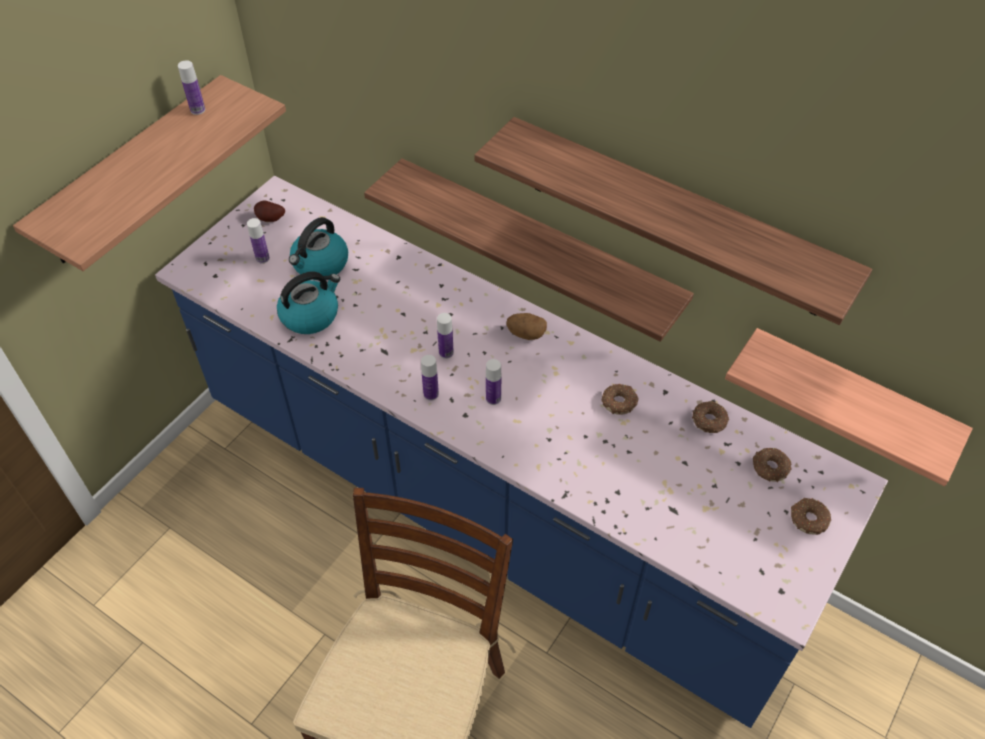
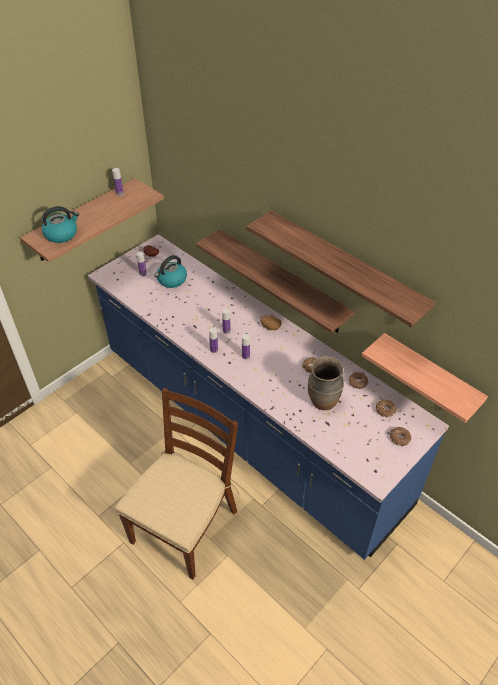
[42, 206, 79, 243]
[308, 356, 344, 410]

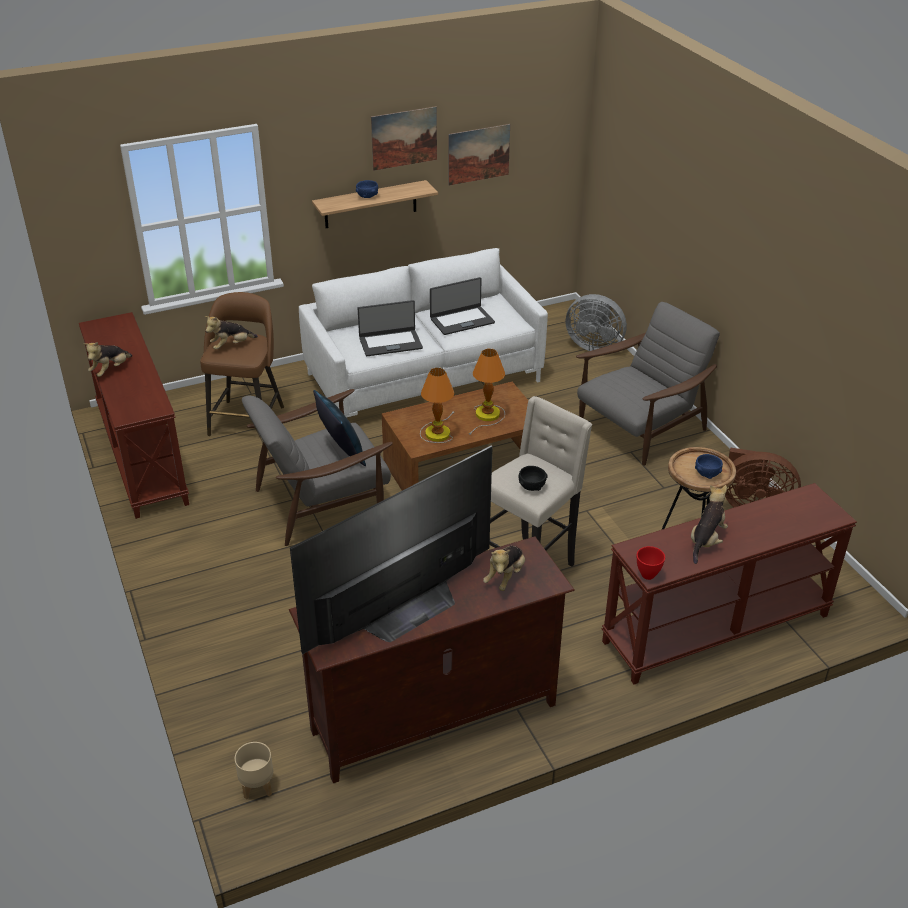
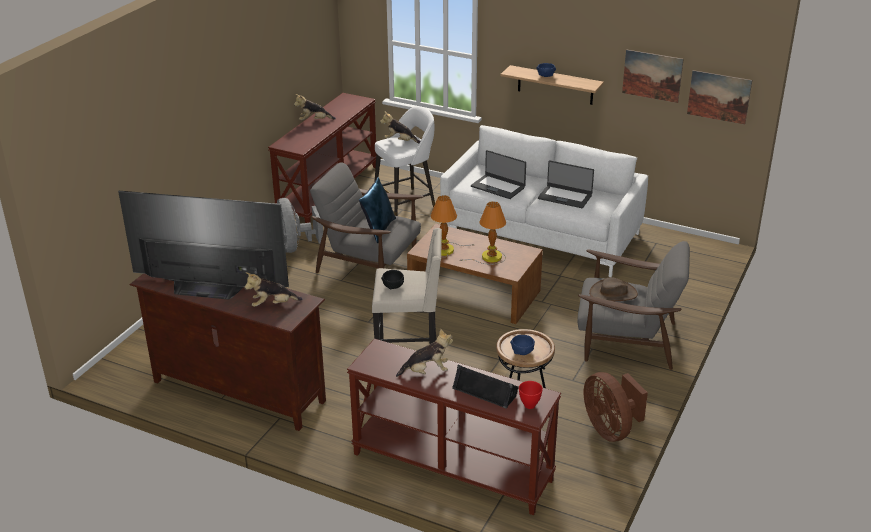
[277, 198, 323, 253]
[375, 106, 435, 216]
[452, 365, 519, 409]
[519, 381, 543, 409]
[589, 277, 638, 301]
[687, 70, 752, 125]
[235, 742, 273, 799] (first image)

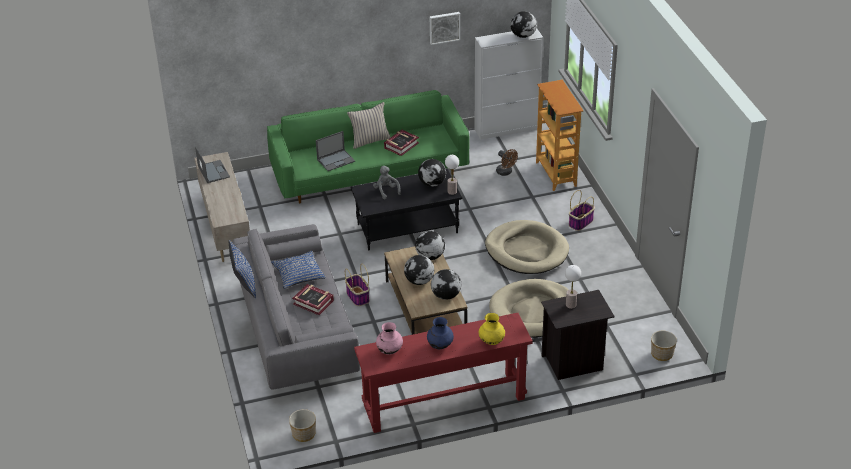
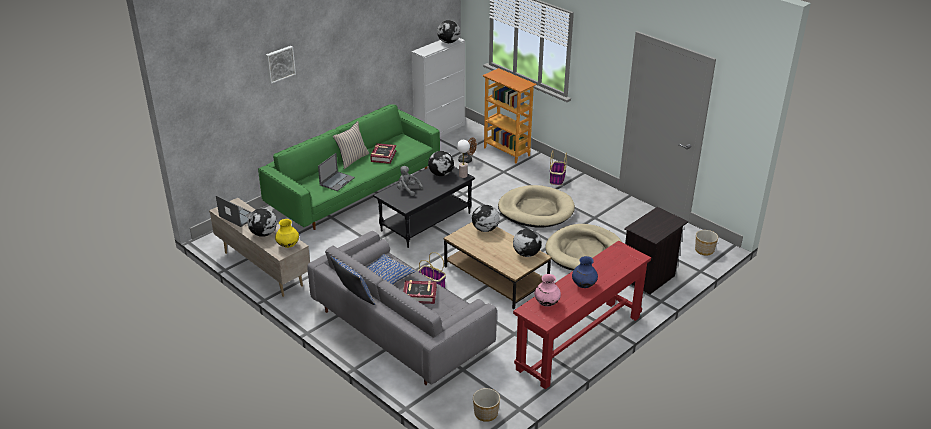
[248, 208, 277, 237]
[266, 46, 296, 84]
[275, 219, 299, 248]
[565, 265, 581, 309] (first image)

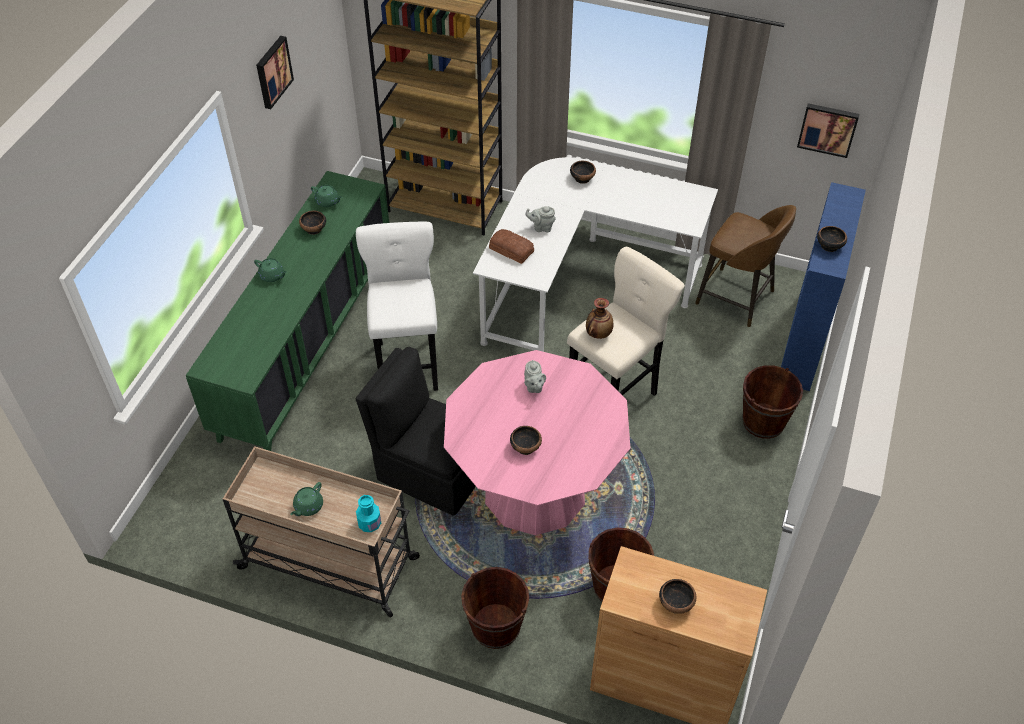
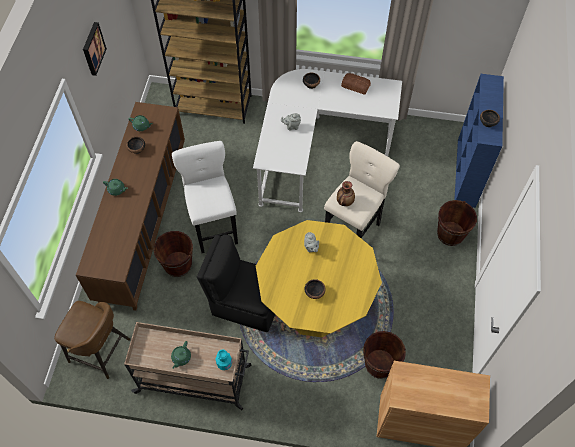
[54, 301, 130, 379]
[76, 102, 185, 310]
[153, 231, 193, 277]
[256, 220, 382, 337]
[341, 73, 371, 95]
[659, 579, 696, 614] (first image)
[797, 103, 859, 158] (first image)

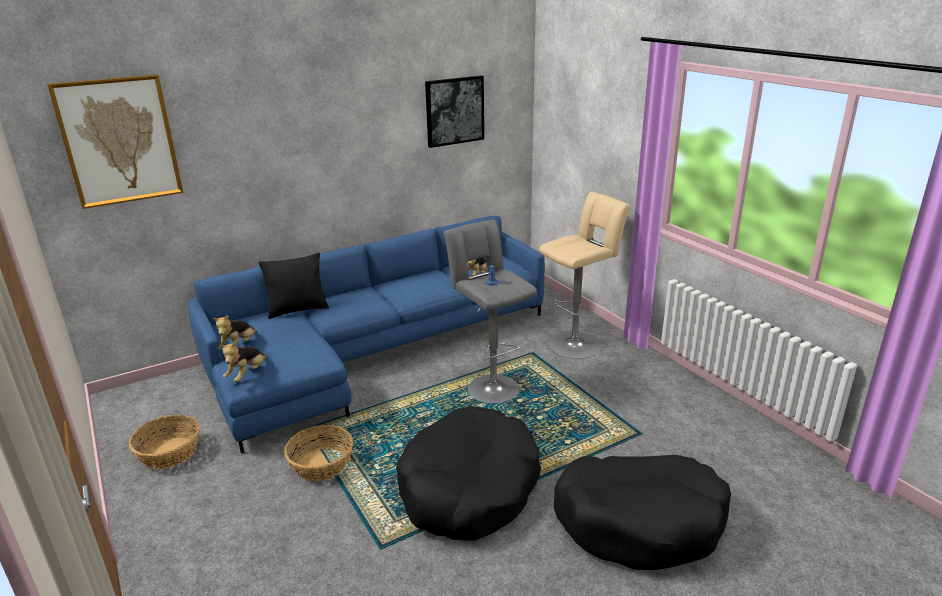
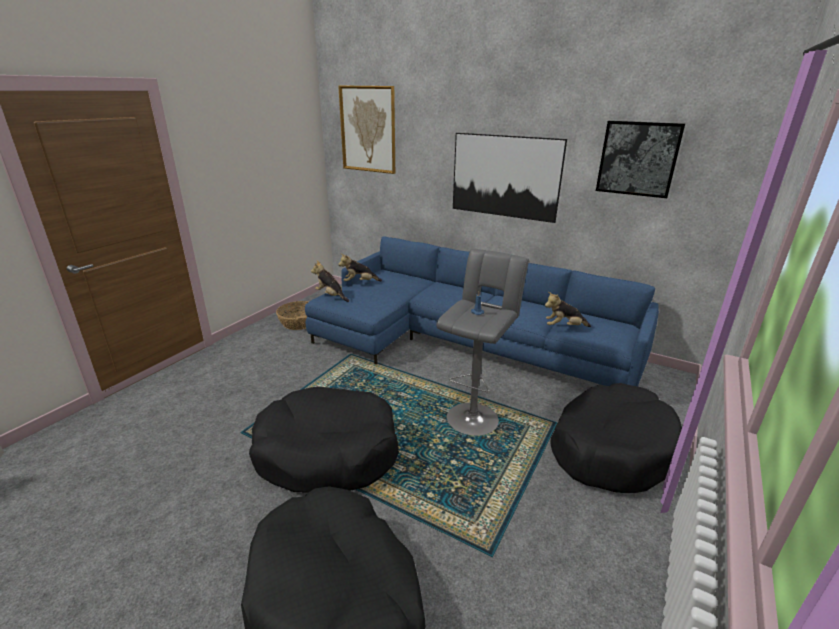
[311, 261, 349, 302]
[453, 133, 567, 223]
[550, 383, 682, 493]
[259, 252, 329, 319] (first image)
[284, 425, 353, 482] (first image)

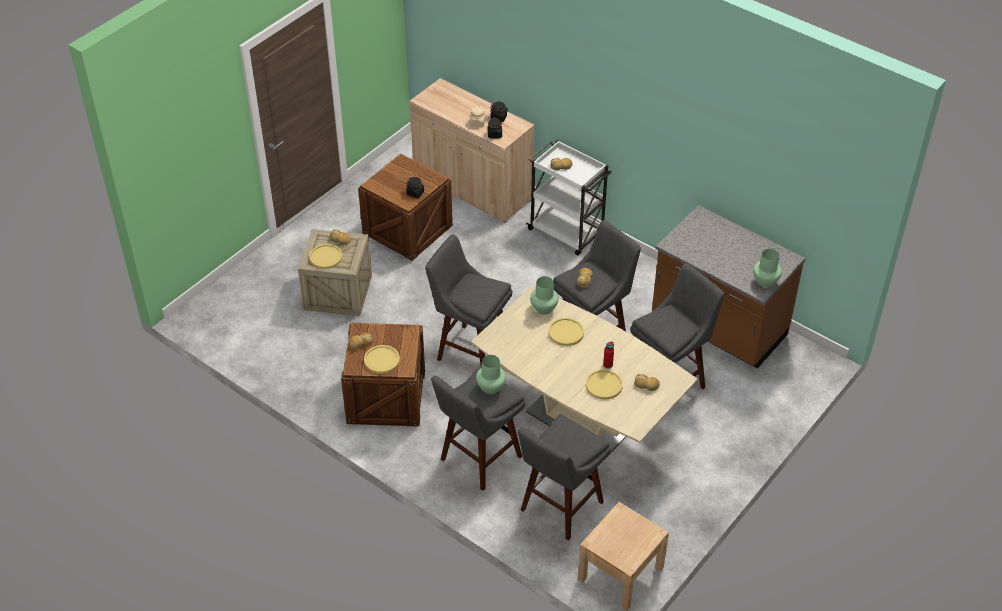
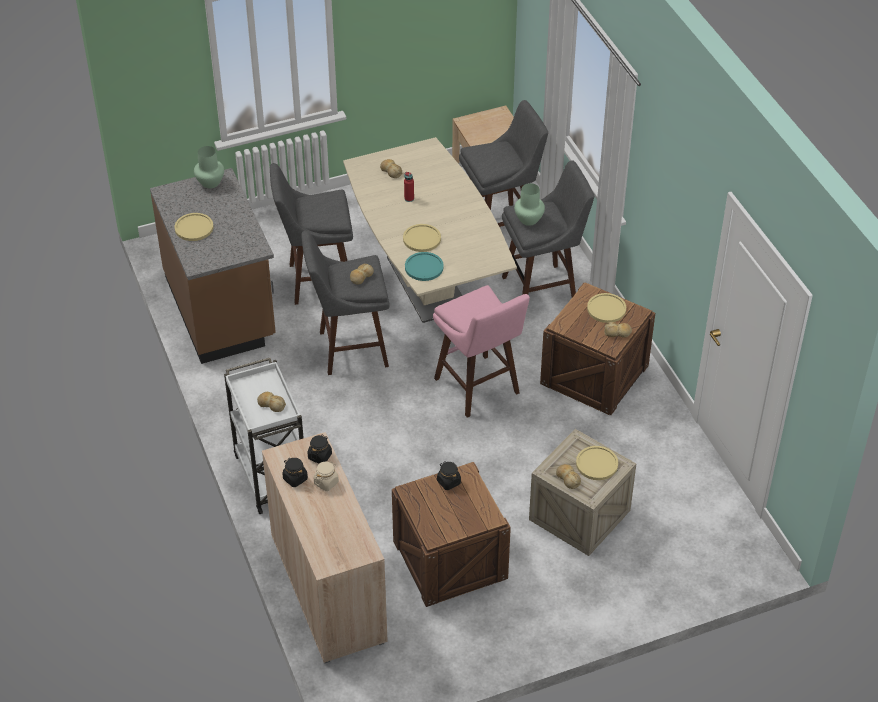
[175, 213, 213, 241]
[405, 252, 444, 281]
[433, 285, 530, 418]

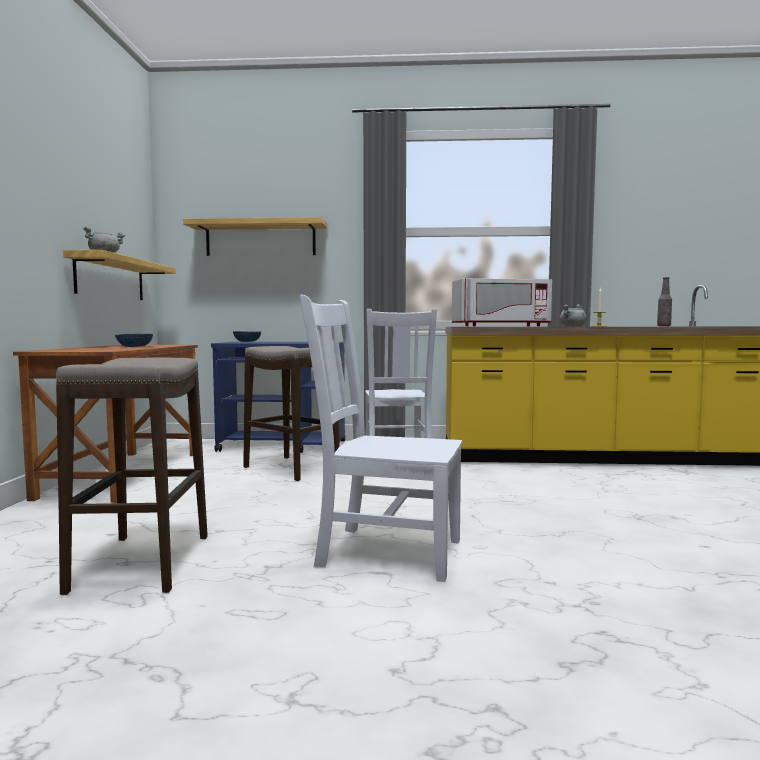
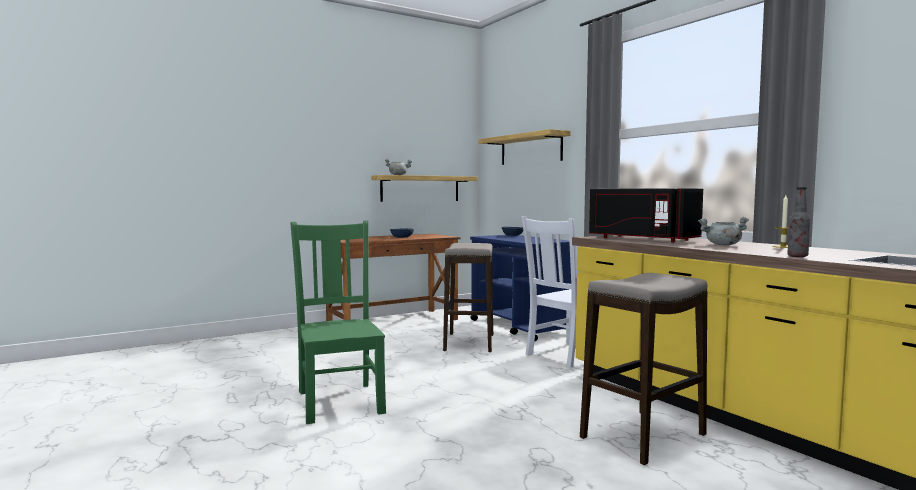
[290, 220, 386, 424]
[580, 273, 707, 465]
[589, 188, 703, 243]

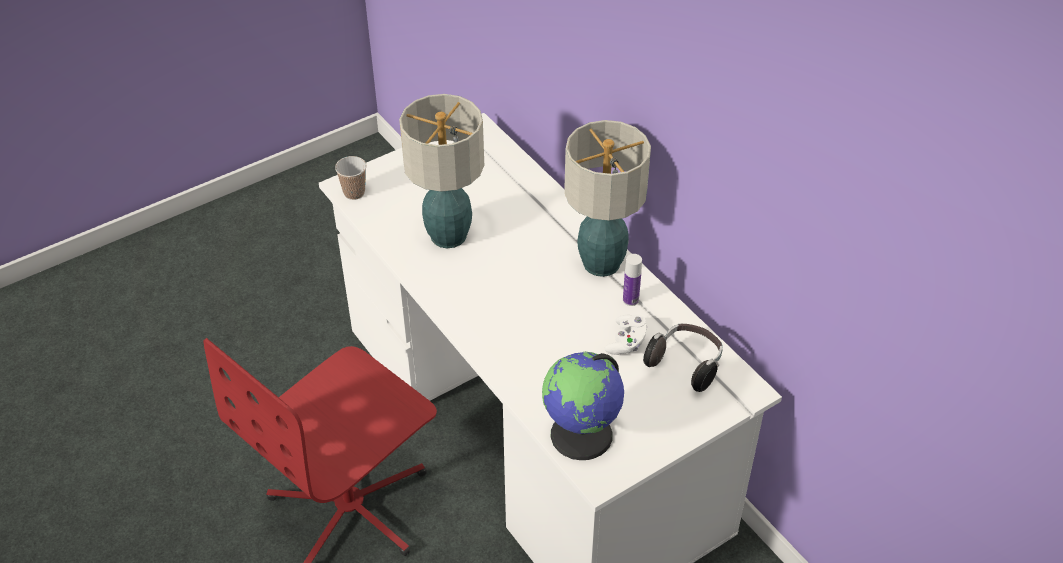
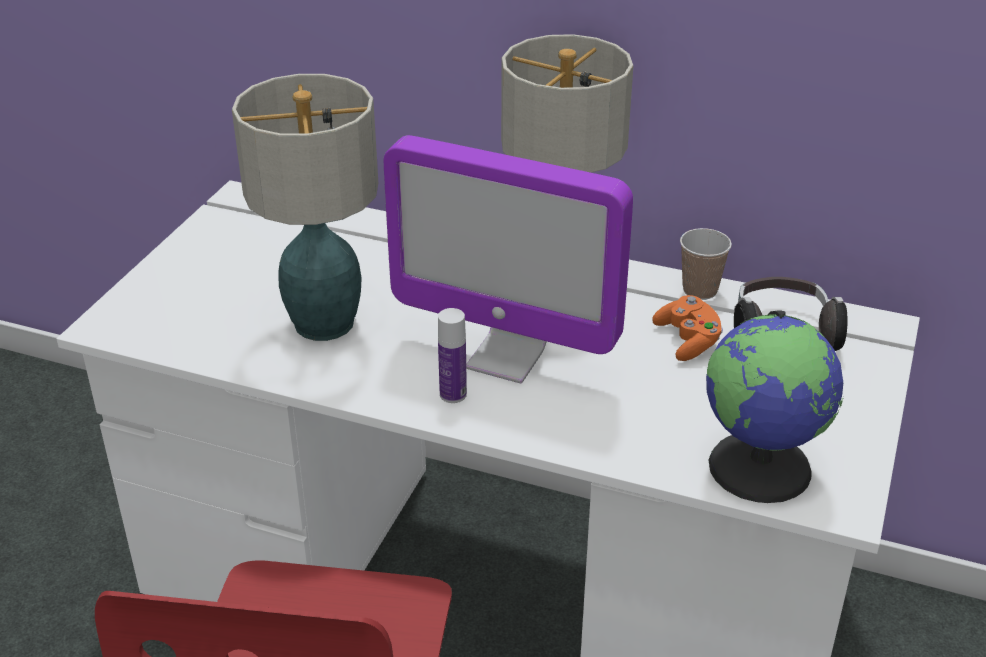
[384, 135, 633, 383]
[438, 308, 467, 403]
[652, 295, 723, 361]
[680, 228, 732, 300]

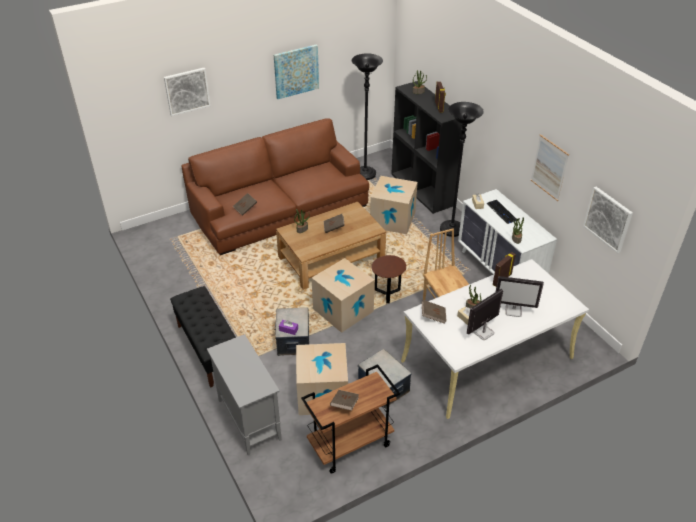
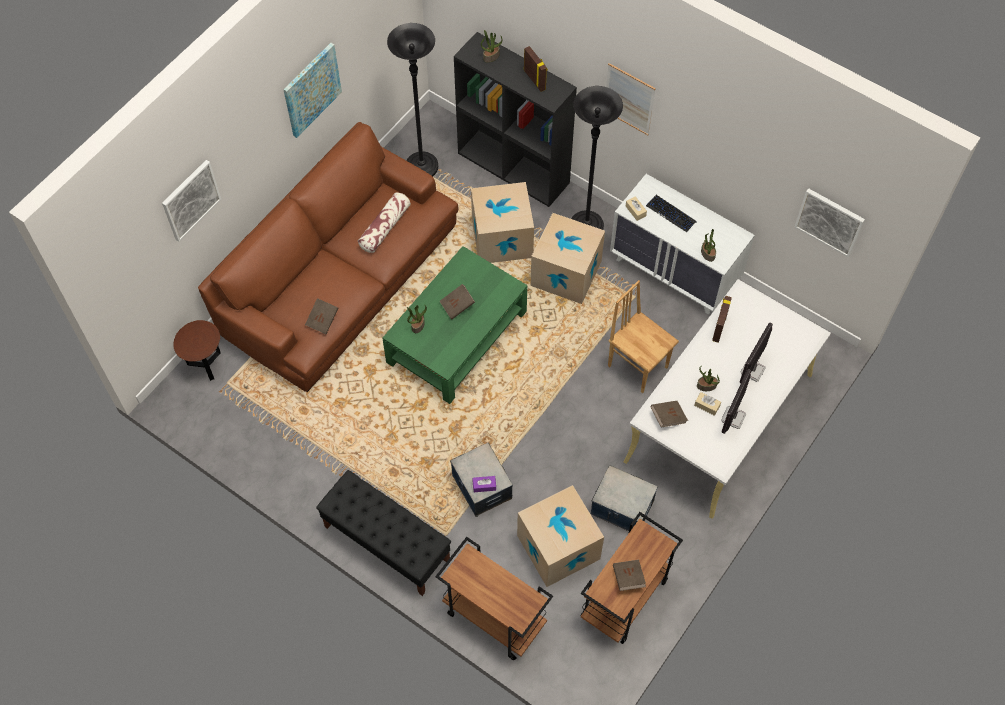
[173, 320, 221, 381]
[358, 192, 411, 253]
[382, 246, 527, 404]
[435, 537, 553, 660]
[530, 213, 605, 304]
[606, 63, 656, 135]
[740, 323, 773, 384]

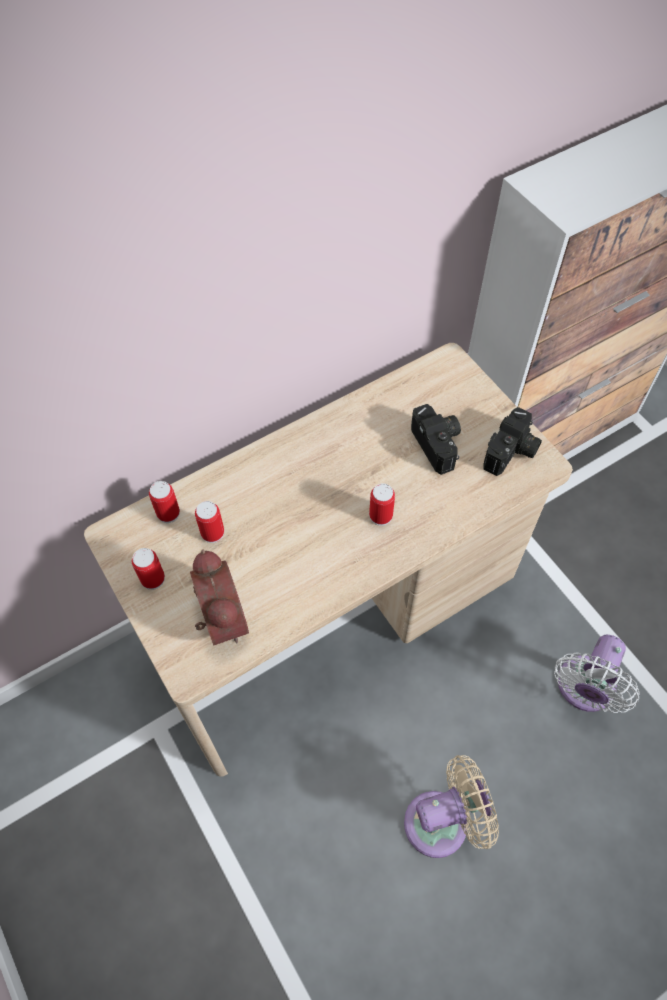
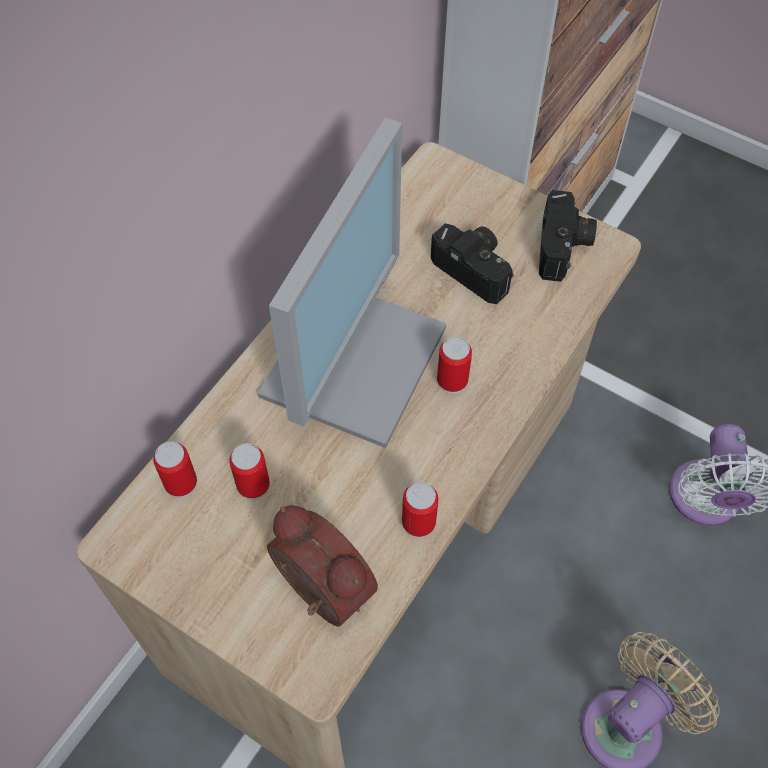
[258, 117, 446, 448]
[402, 482, 439, 538]

